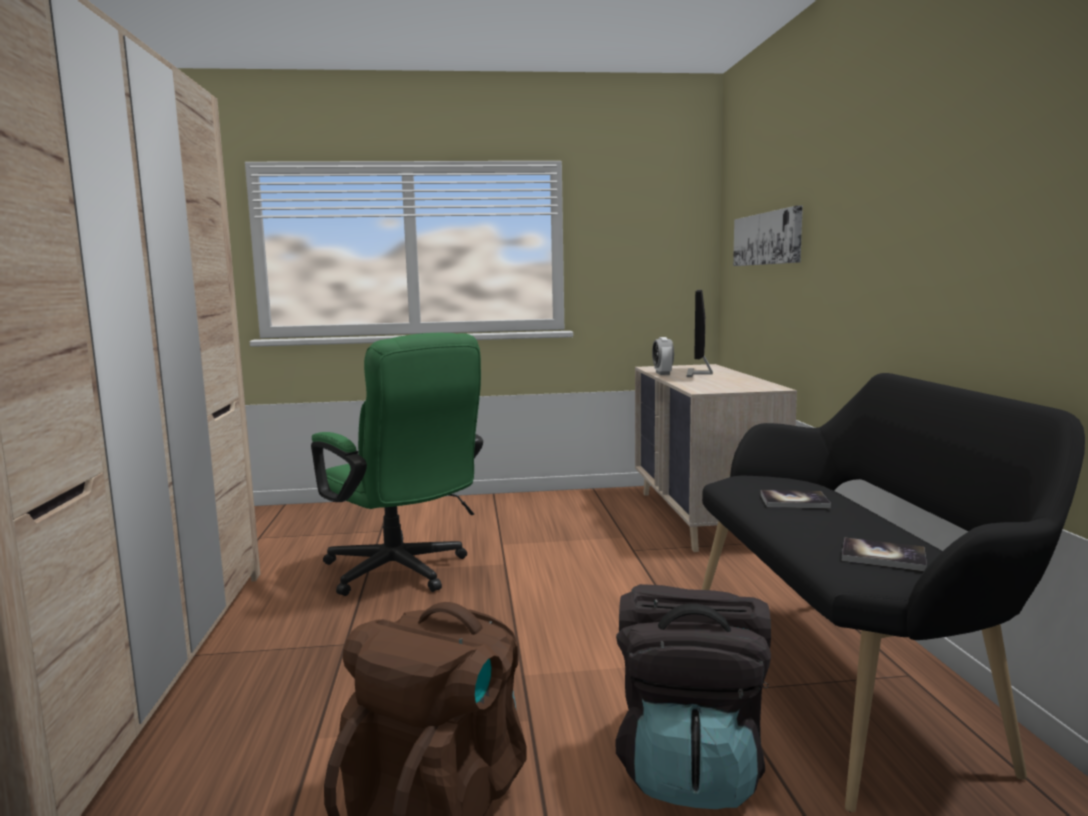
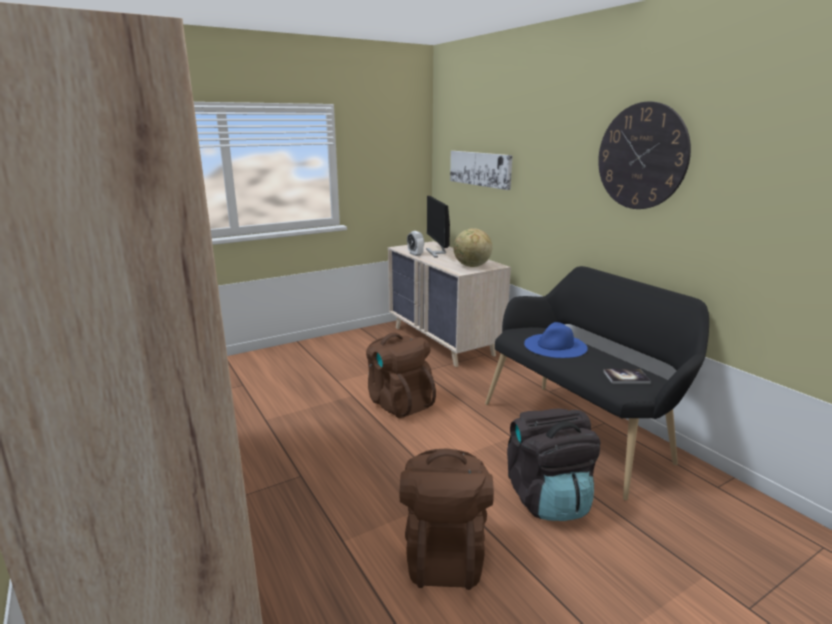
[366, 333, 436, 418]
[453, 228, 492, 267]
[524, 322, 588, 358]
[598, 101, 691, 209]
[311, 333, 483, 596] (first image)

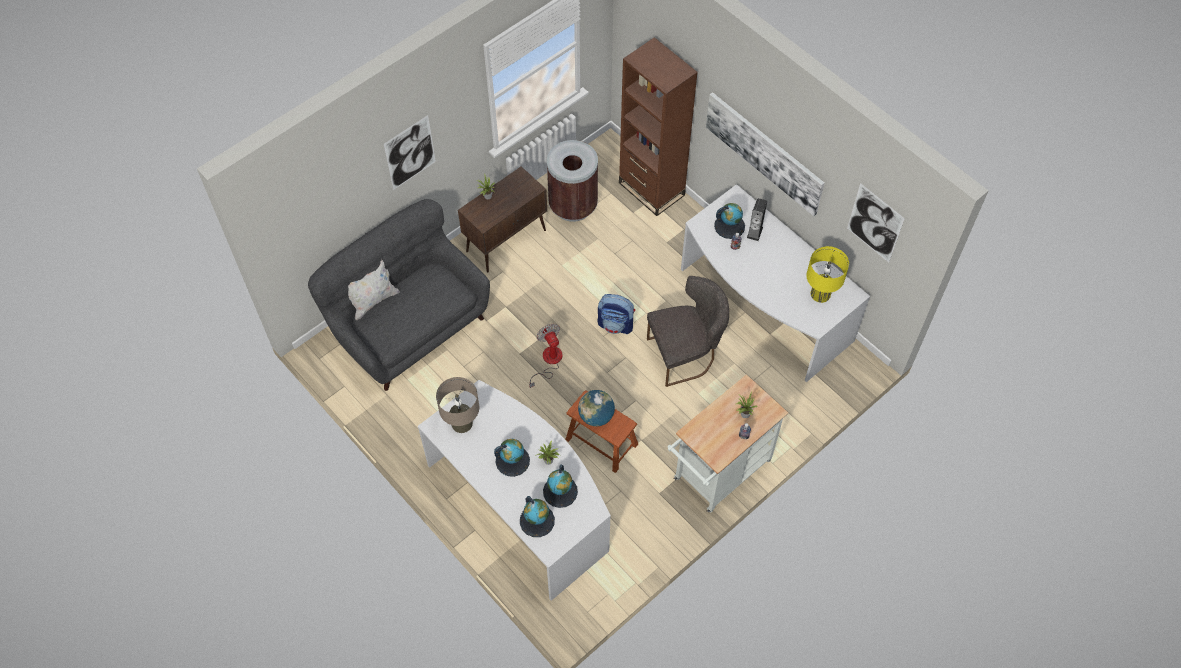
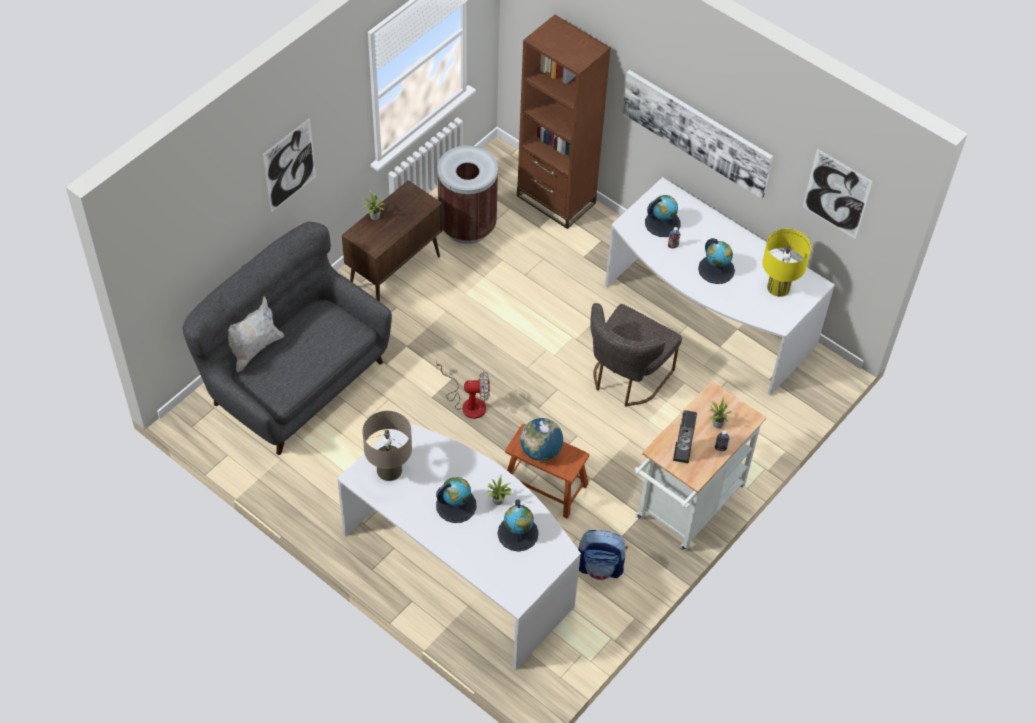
[437, 364, 490, 419]
[578, 530, 628, 580]
[590, 303, 682, 406]
[673, 410, 697, 464]
[698, 238, 735, 284]

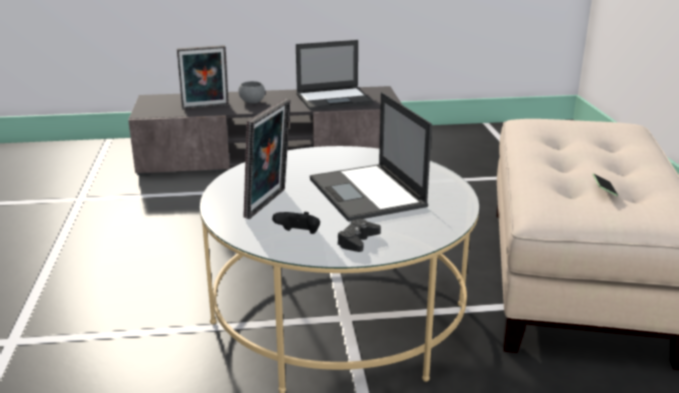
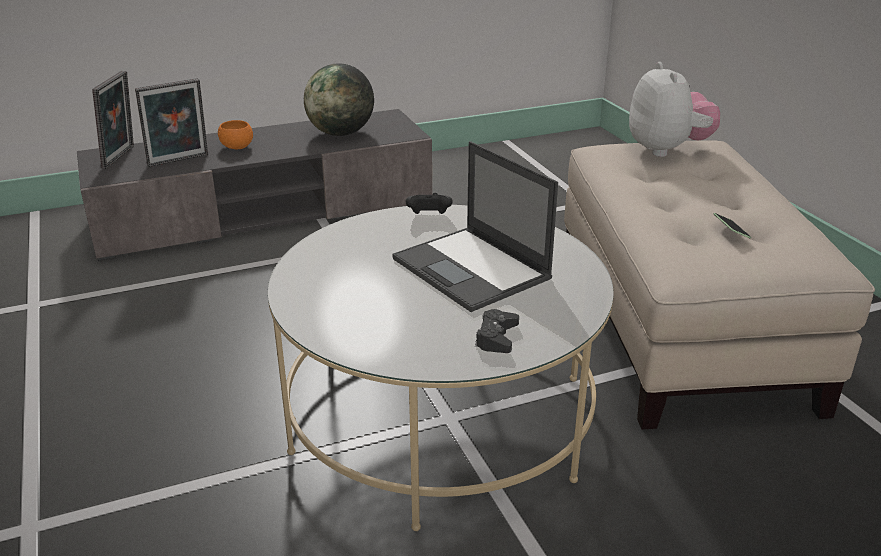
[92, 71, 134, 169]
[218, 120, 253, 149]
[304, 63, 374, 136]
[406, 193, 453, 214]
[629, 62, 720, 157]

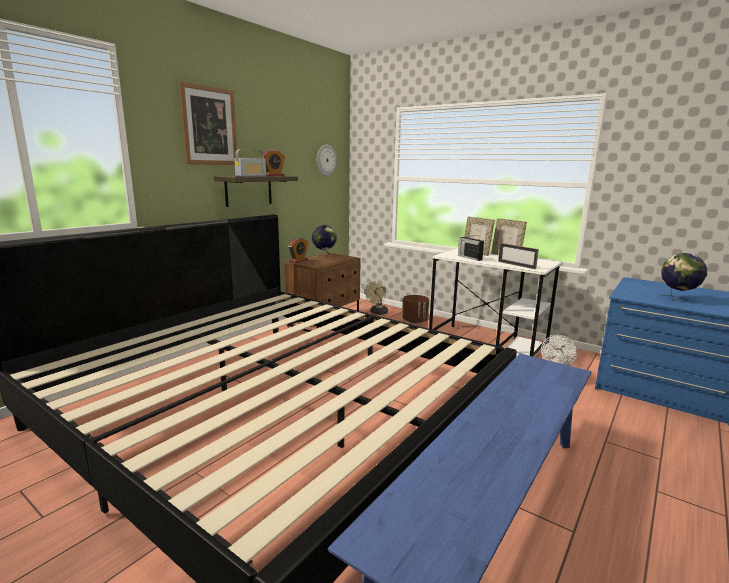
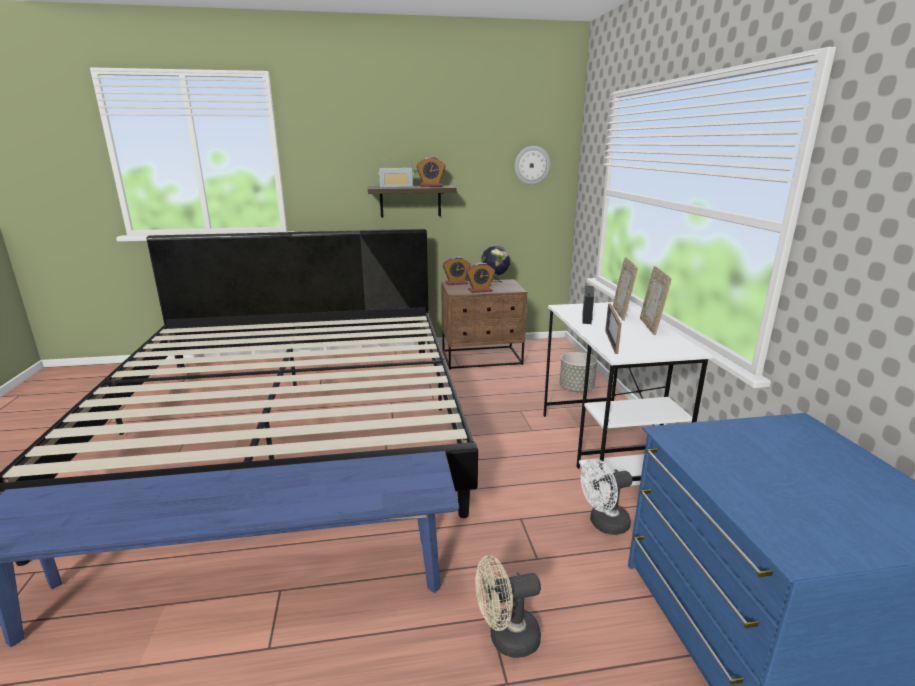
[466, 263, 495, 293]
[475, 555, 541, 658]
[560, 352, 597, 392]
[179, 82, 237, 165] (first image)
[661, 253, 707, 302] (first image)

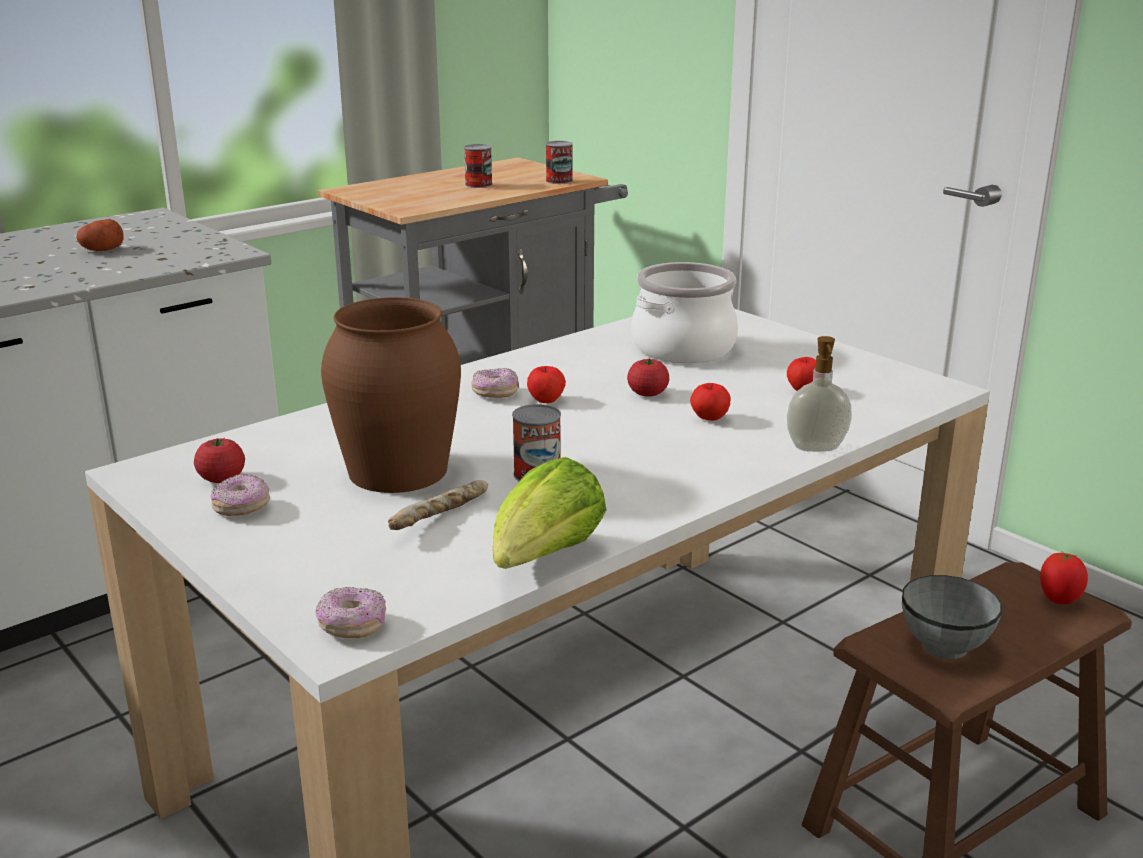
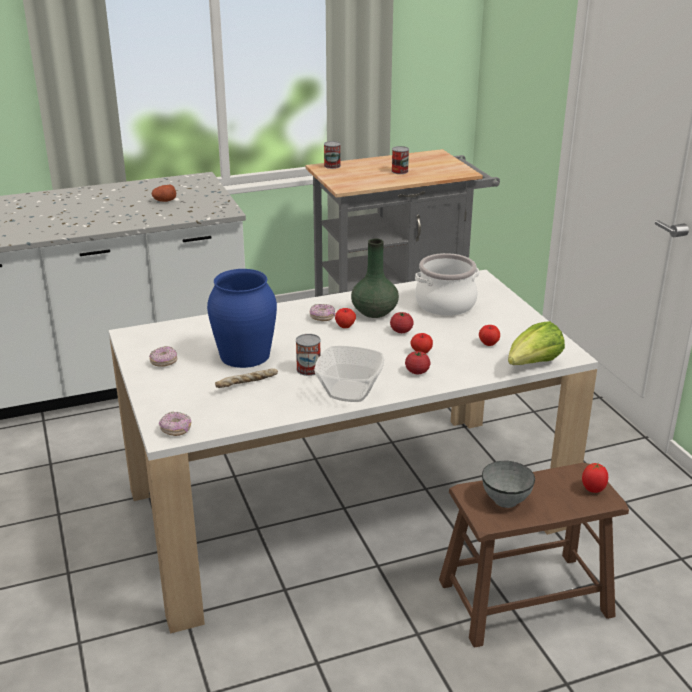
[207, 269, 277, 368]
[314, 346, 384, 402]
[324, 141, 341, 169]
[351, 239, 399, 318]
[405, 351, 430, 374]
[508, 321, 565, 365]
[787, 336, 852, 452] (first image)

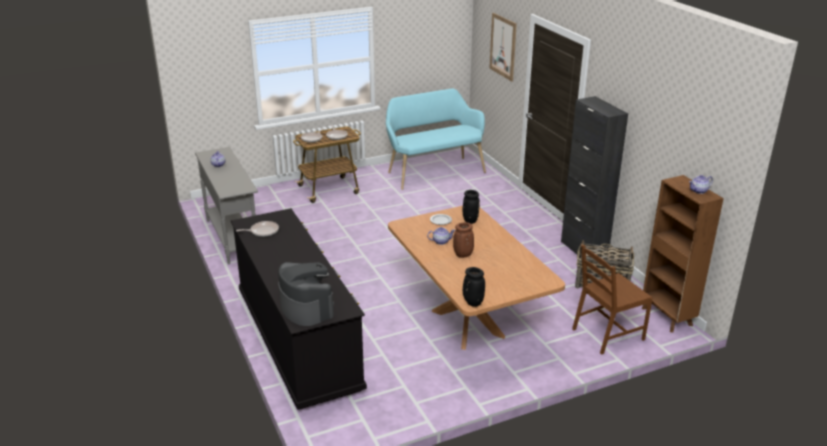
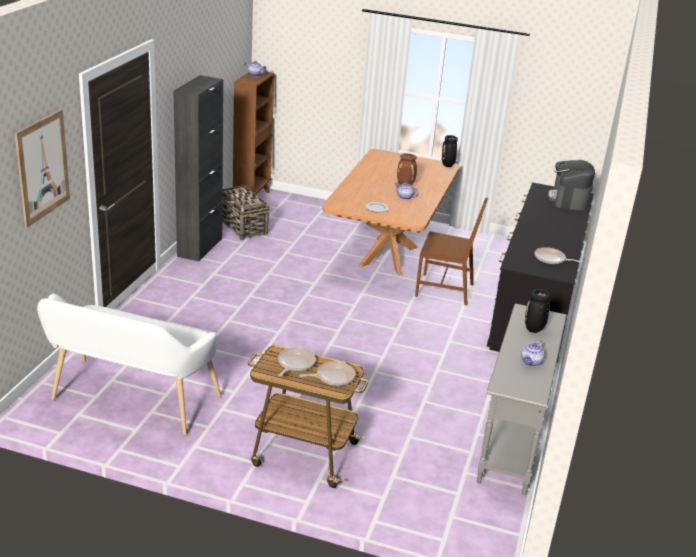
[37, 294, 221, 435]
[415, 198, 488, 305]
[525, 289, 551, 333]

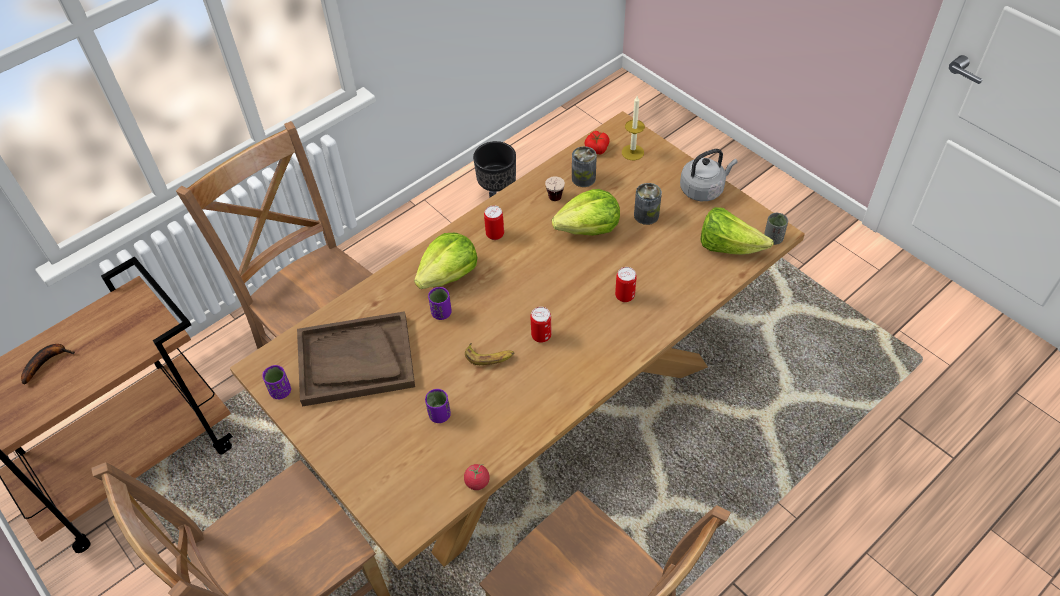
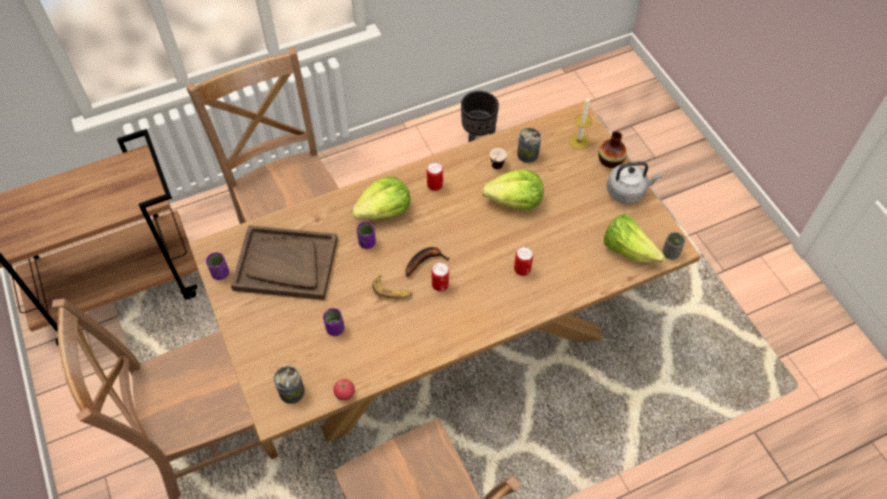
[274, 366, 305, 404]
[405, 247, 449, 277]
[598, 132, 627, 168]
[585, 131, 610, 155] (first image)

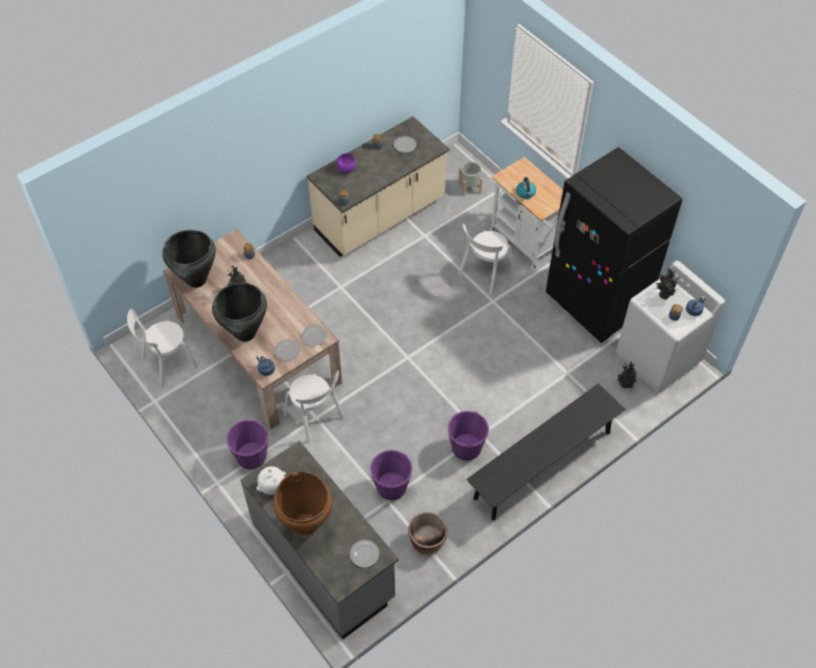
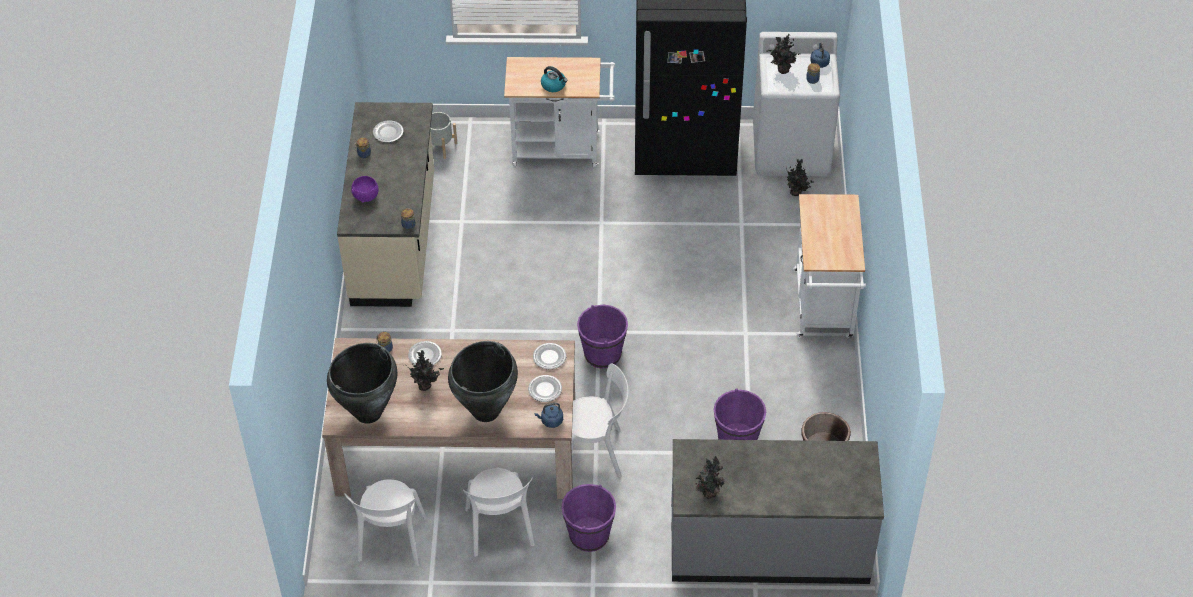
[408, 341, 442, 365]
[463, 468, 535, 557]
[577, 305, 628, 369]
[695, 456, 724, 498]
[793, 194, 866, 338]
[273, 471, 333, 535] (first image)

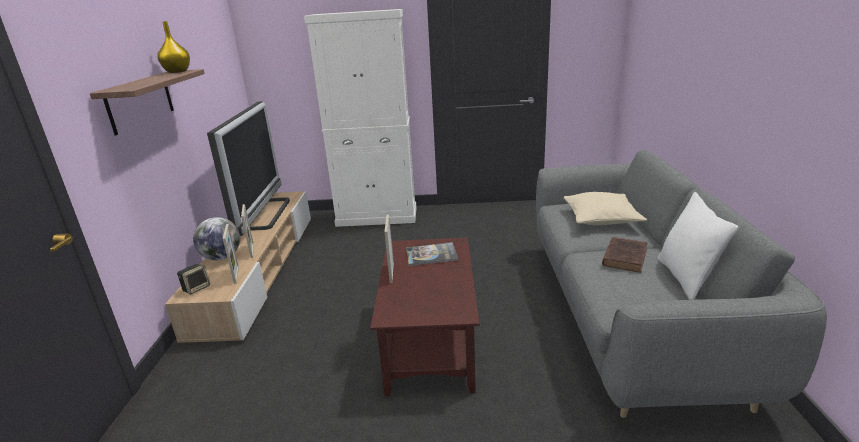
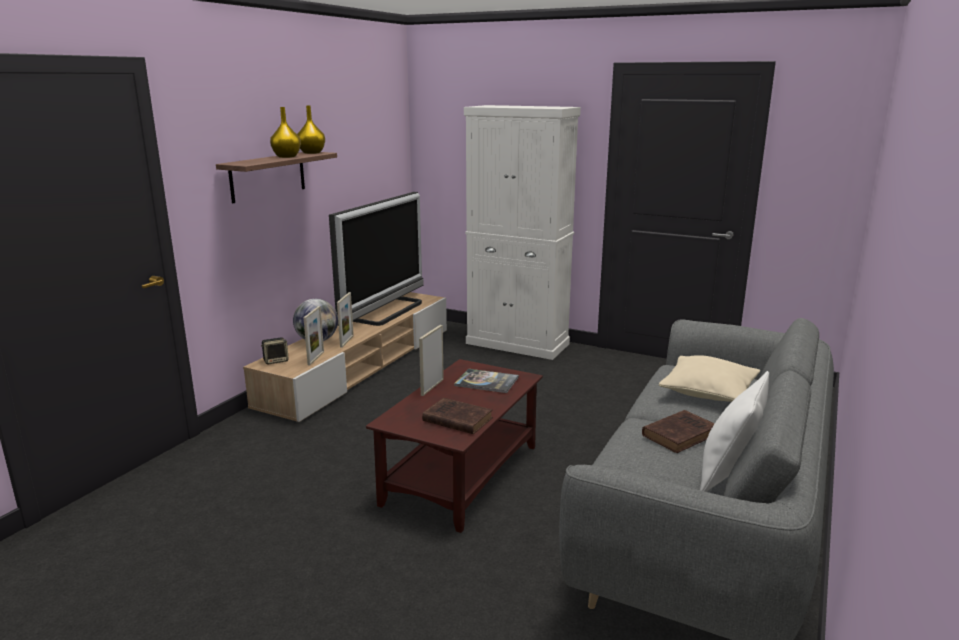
[270, 107, 301, 158]
[422, 398, 493, 434]

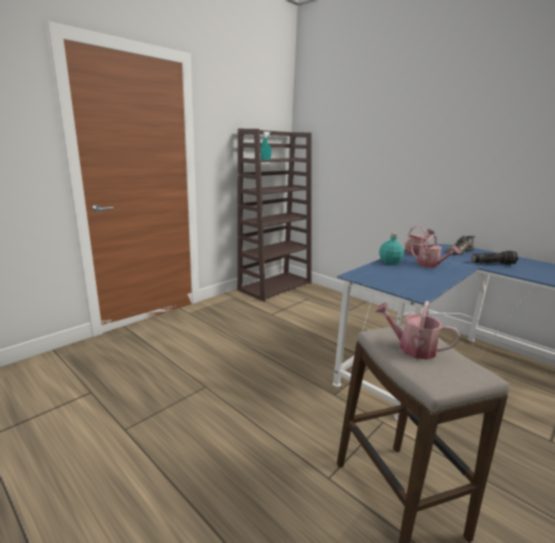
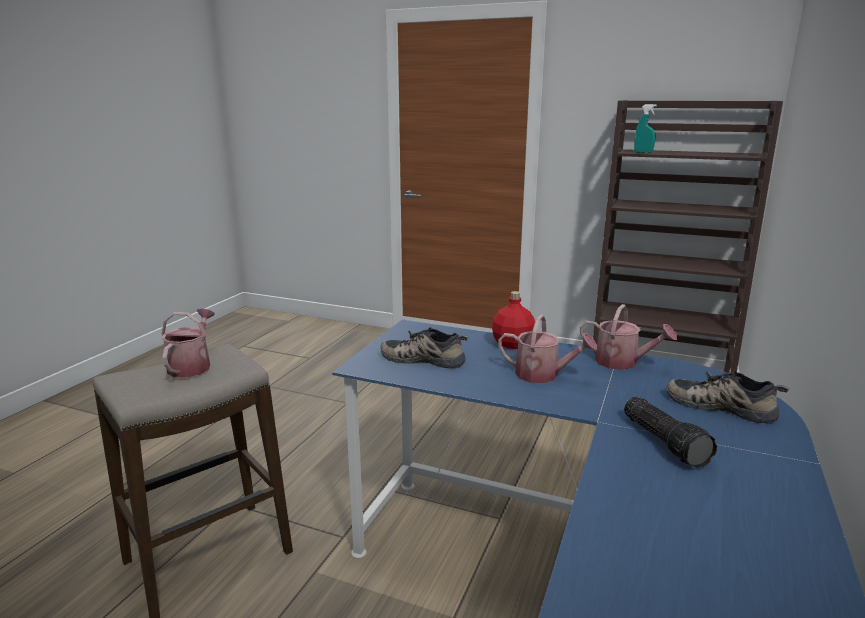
[381, 327, 469, 369]
[492, 291, 535, 349]
[498, 314, 597, 383]

